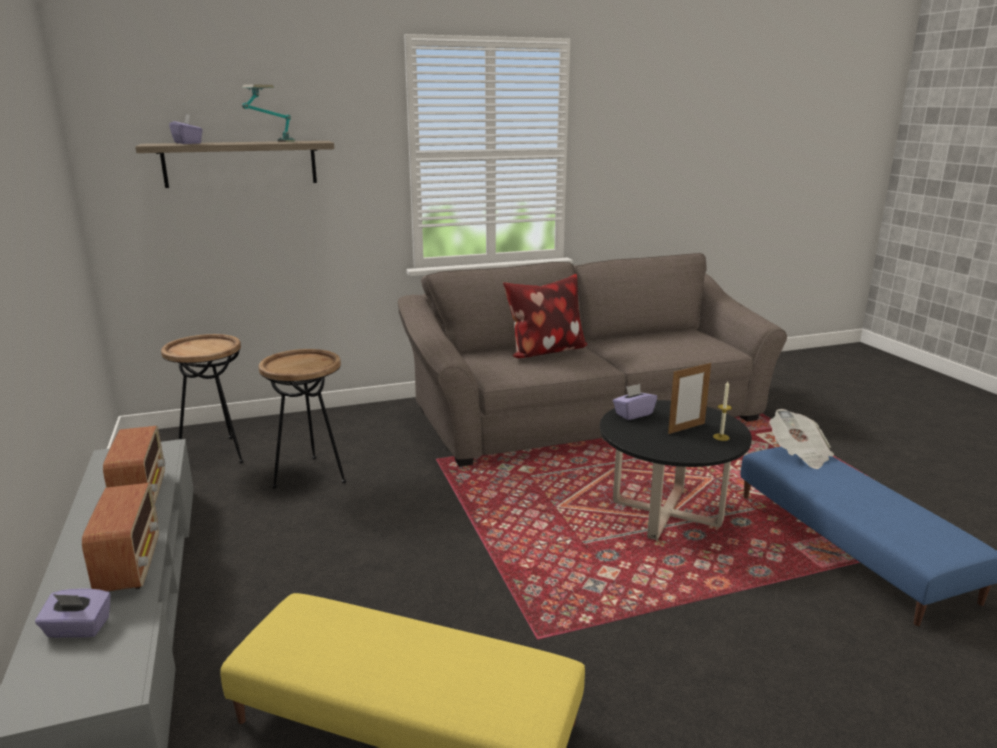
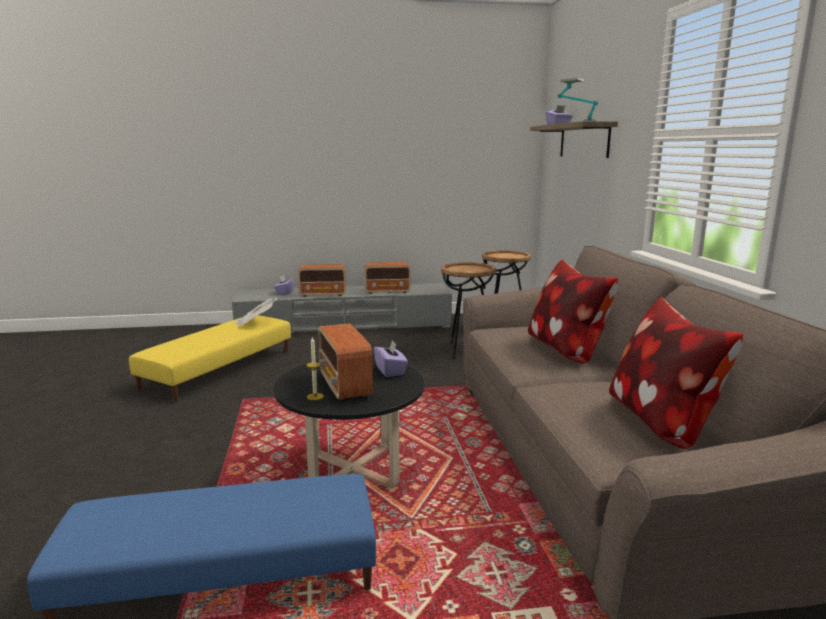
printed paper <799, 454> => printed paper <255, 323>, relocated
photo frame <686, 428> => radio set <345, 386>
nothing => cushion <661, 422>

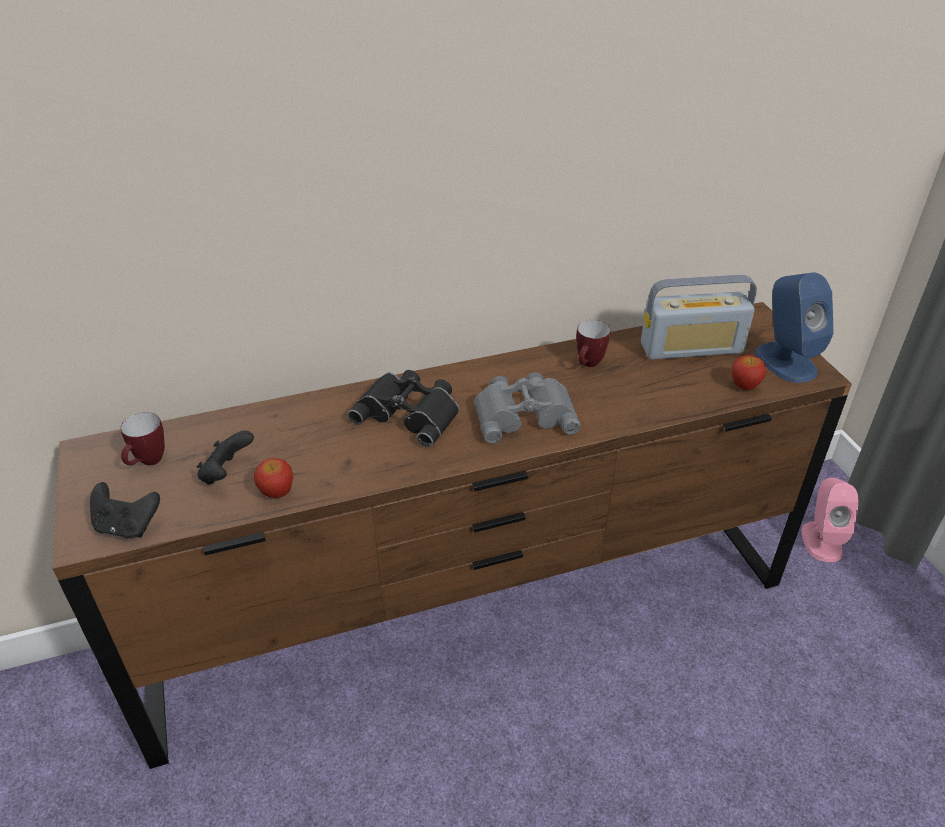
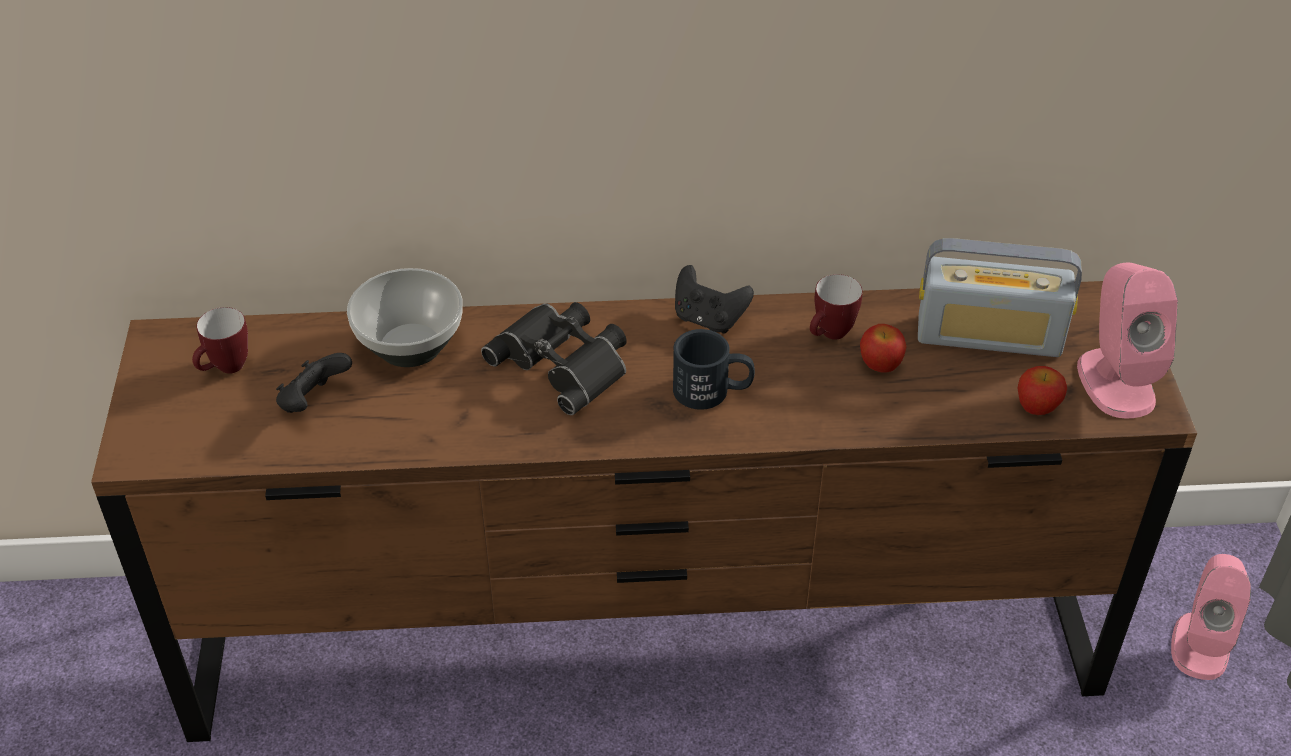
nothing => deep dish <410, 347>
pair of binoculars in grey <524, 413> => mug in black-coloured <712, 391>
joypad in black-coloured <127, 526> => joypad in black-coloured <709, 319>, relocated
whole apple <276, 491> => whole apple <880, 364>, relocated
loudspeaker in blue-coloured <785, 361> => loudspeaker in pink <1115, 381>

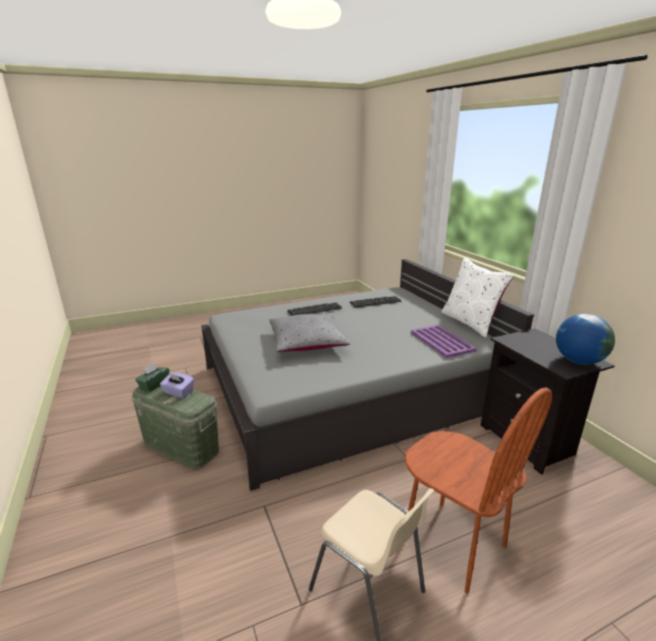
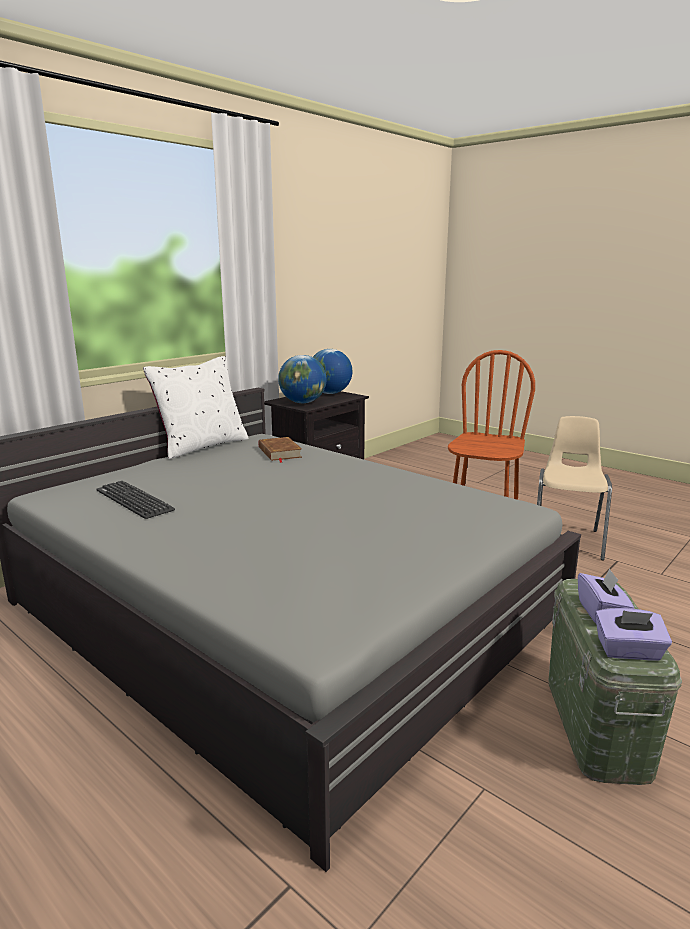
serving tray in purple <441, 341> => book in brown-coloured <279, 452>
nothing => world globe <303, 402>
box of tissues in greenish <154, 385> => box of tissues in purple <628, 651>
cushion in grey <307, 343> => nothing
keyboard <314, 310> => nothing

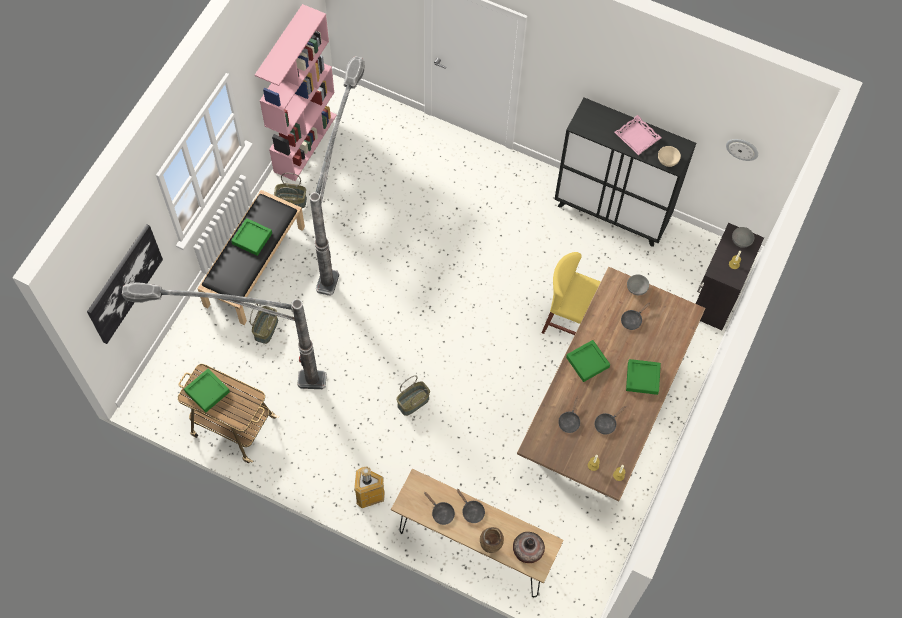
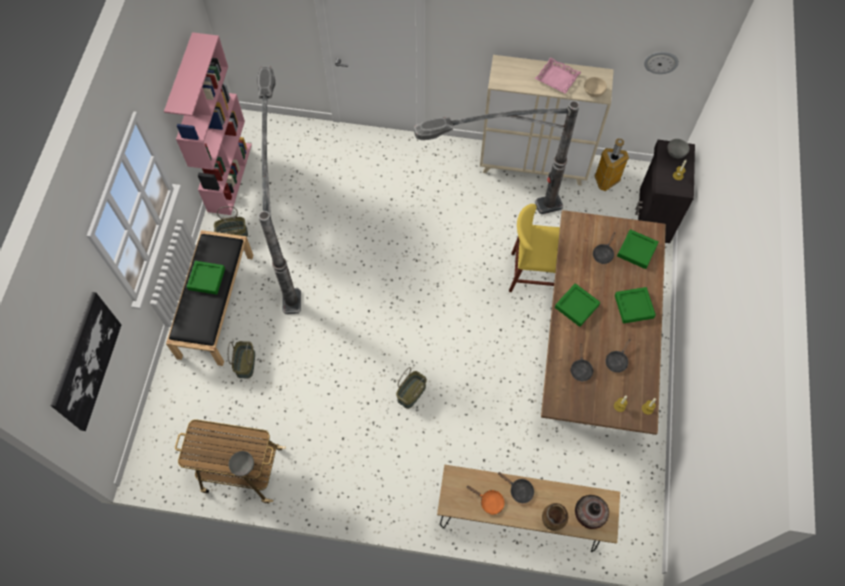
deep dish in grey <636, 289> => deep dish in grey <243, 467>, relocated
standing lamp <243, 378> => standing lamp <489, 219>, relocated
skillet in black-coloured <441, 512> => skillet in orange <489, 501>
cupboard in black-coloured <612, 213> => cupboard in beige <533, 165>
waste bin <370, 496> => waste bin <606, 181>, relocated
serving tray in greenish <207, 391> => serving tray in greenish <636, 250>, relocated

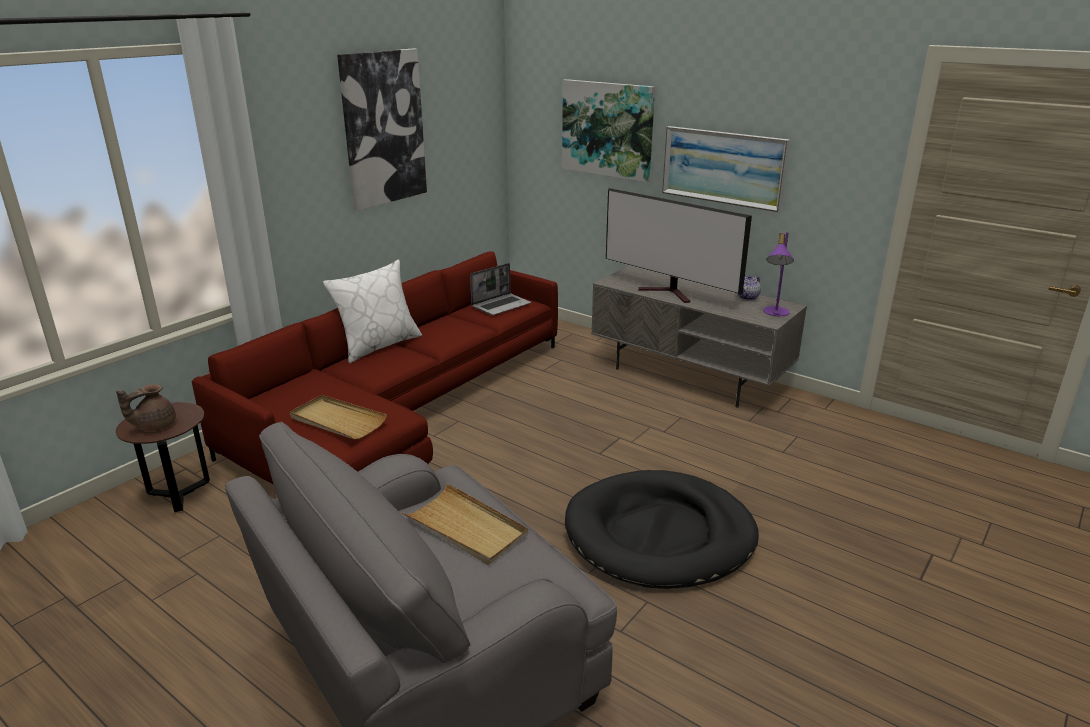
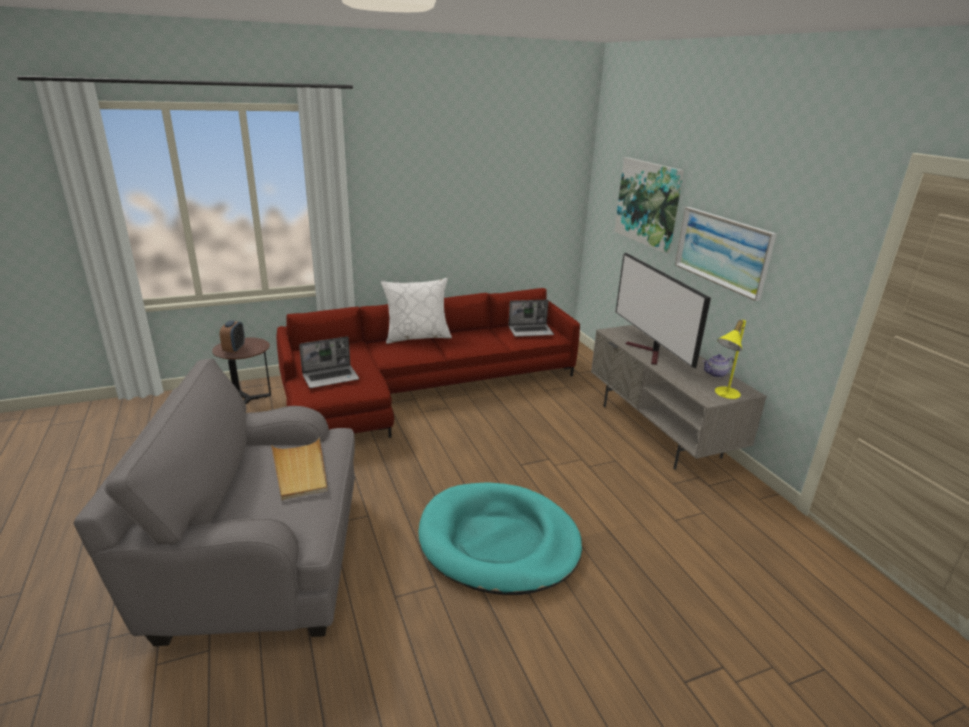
pot for tea in brown-coloured <154, 426> => bedside clock <234, 349>
serving tray in beige <337, 420> => portable computer <331, 377>
pet bed in black-coloured <659, 534> => pet bed in blue-green <499, 542>
table lamp in purple <774, 313> => table lamp in yellow <723, 394>
picture <383, 128> => nothing

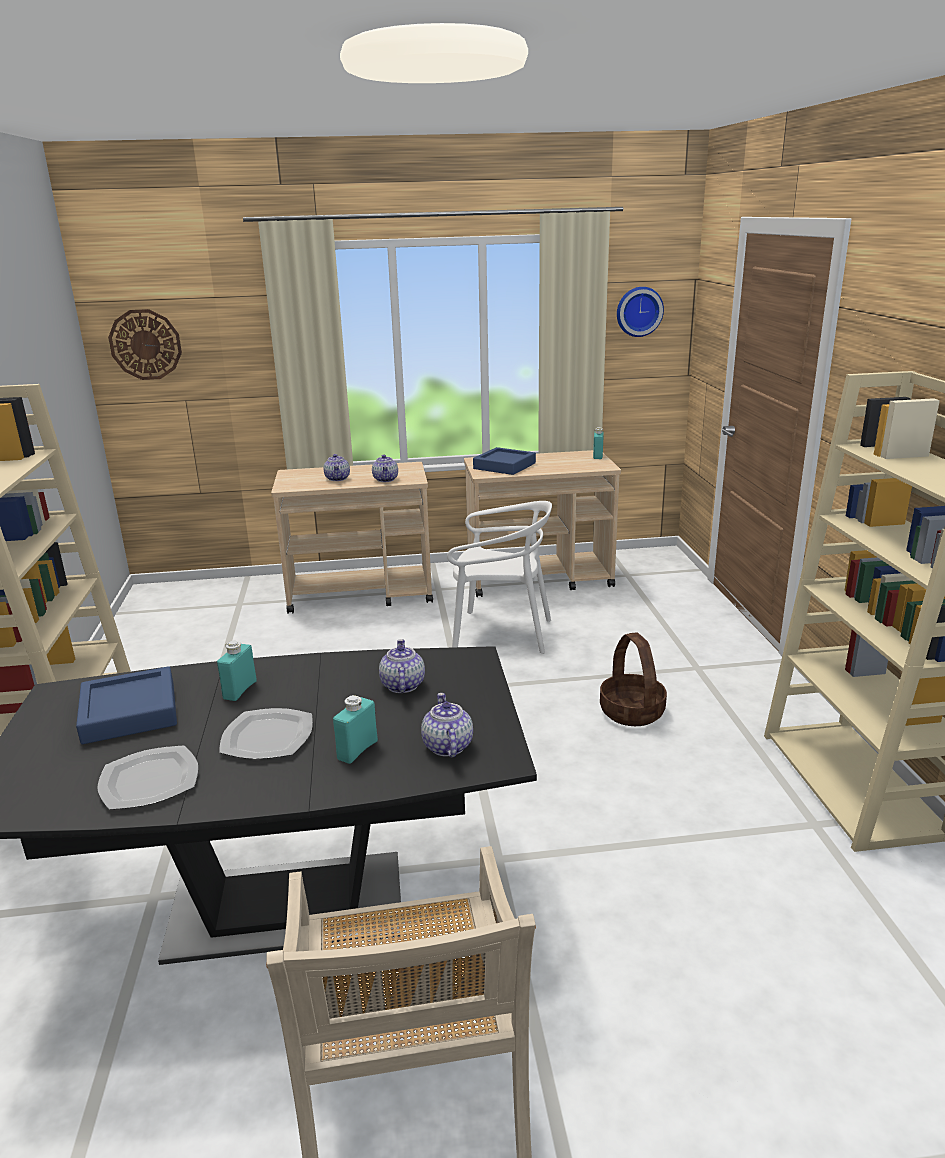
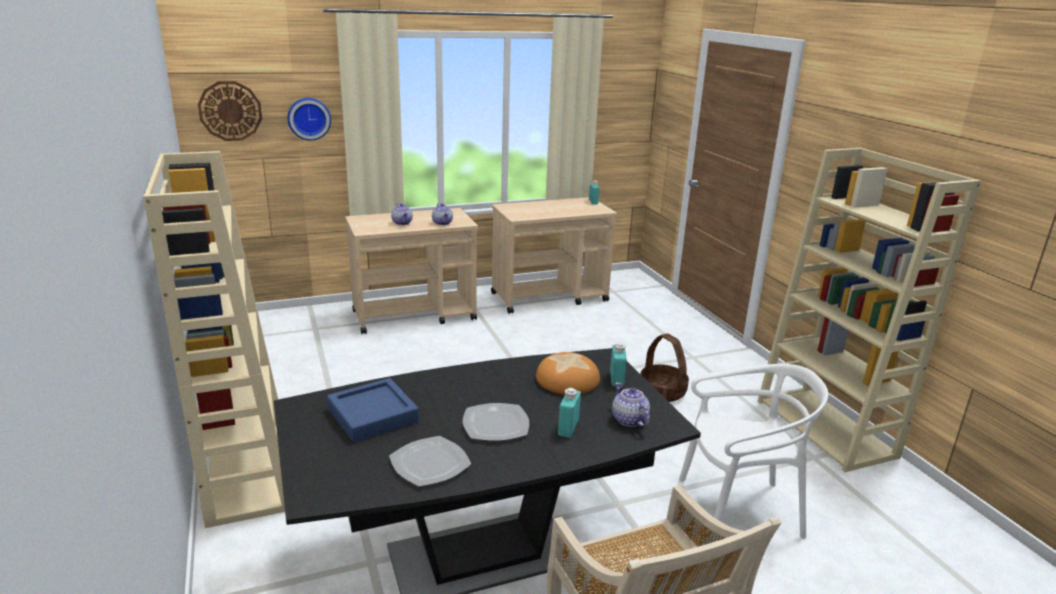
clock on the wall <638, 311> => clock on the wall <309, 118>, relocated
pot for tea <402, 685> => bakery bread <567, 380>
bottle in blue-green <240, 690> => bottle in blue-green <616, 379>, relocated
upright chair in white <501, 634> => upright chair in white <738, 511>, relocated
serving tray in blue-coloured <504, 466> => nothing

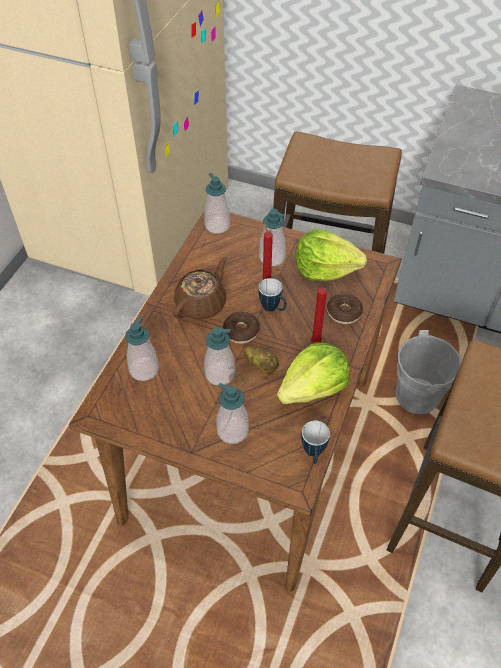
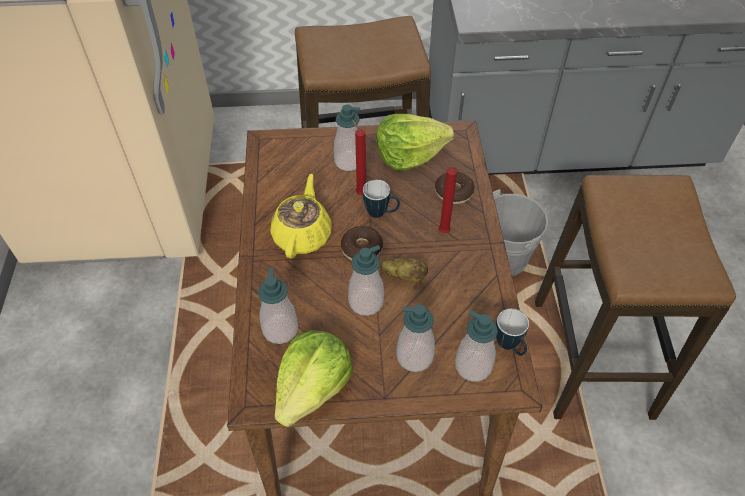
pot for tea in brown-coloured <202, 304> => pot for tea in yellow <302, 235>
head of lettuce <313, 388>, relocated
liquid soap bottle <217, 226> => liquid soap bottle <473, 366>, relocated

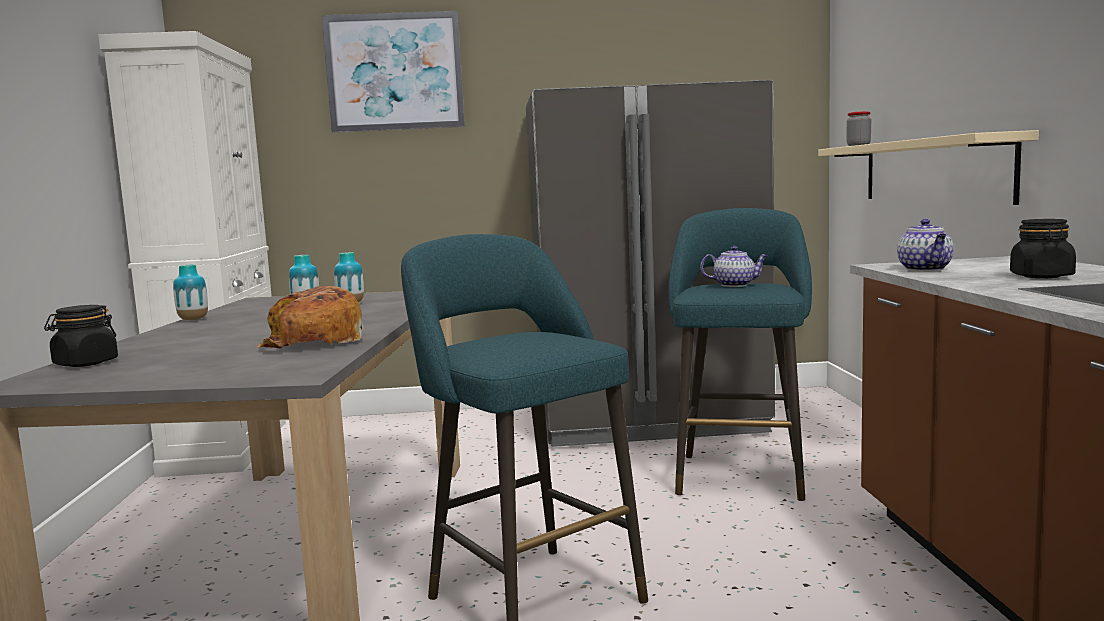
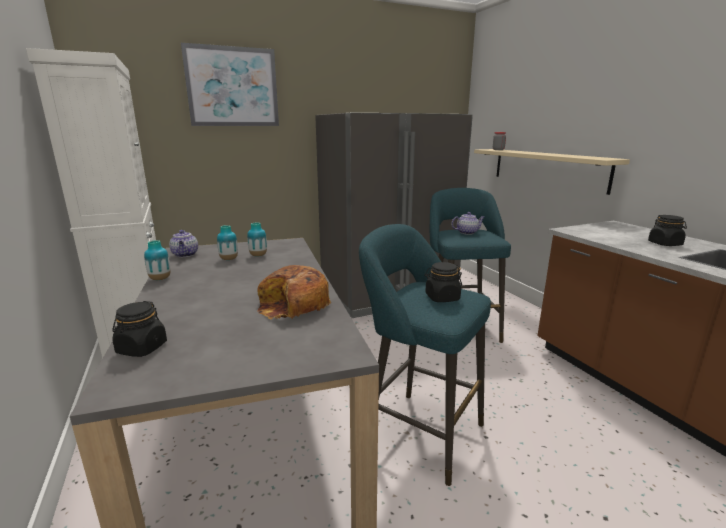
pot for tea <925, 269> => pot for tea <185, 255>, relocated
nothing => preserve jar in black-coloured <442, 298>

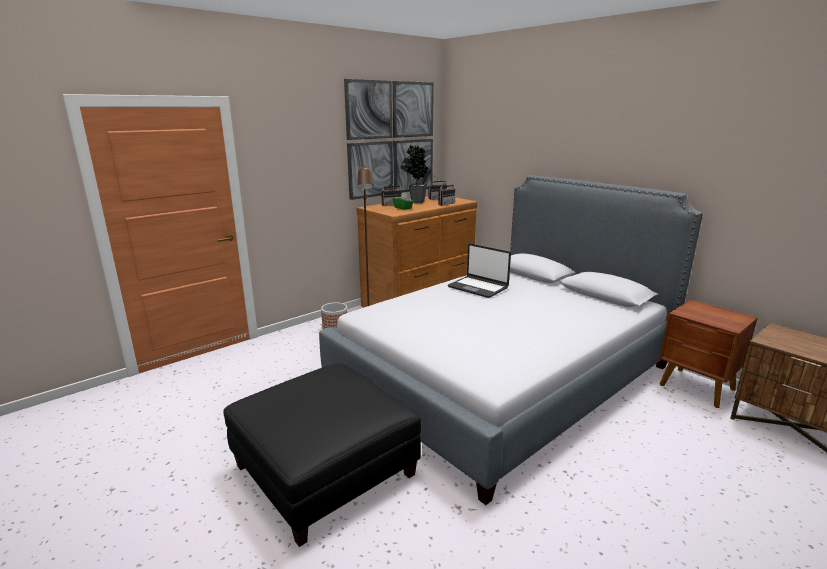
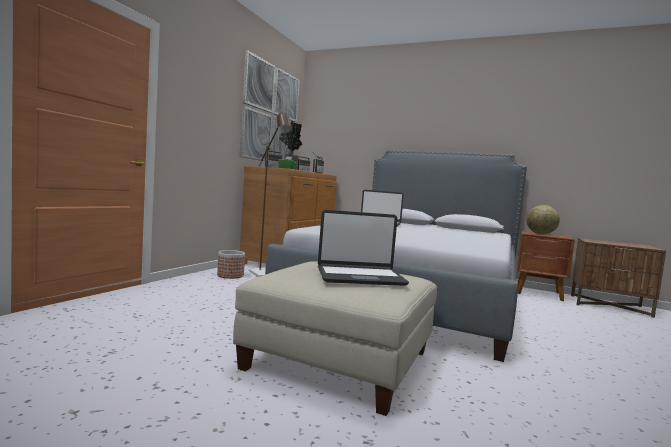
ottoman in black-coloured <325, 470> => ottoman in beige <340, 360>
nothing => portable computer <360, 276>
nothing => world globe <541, 234>

